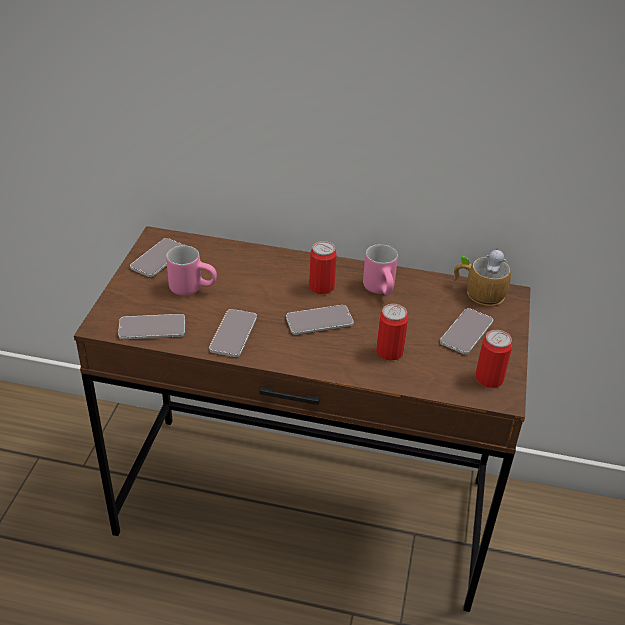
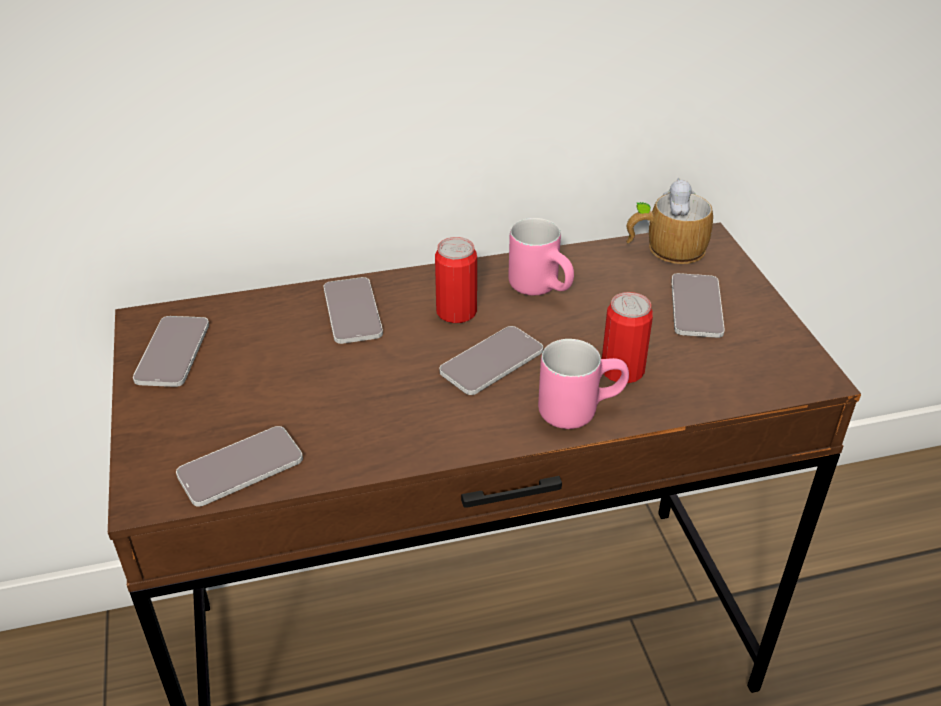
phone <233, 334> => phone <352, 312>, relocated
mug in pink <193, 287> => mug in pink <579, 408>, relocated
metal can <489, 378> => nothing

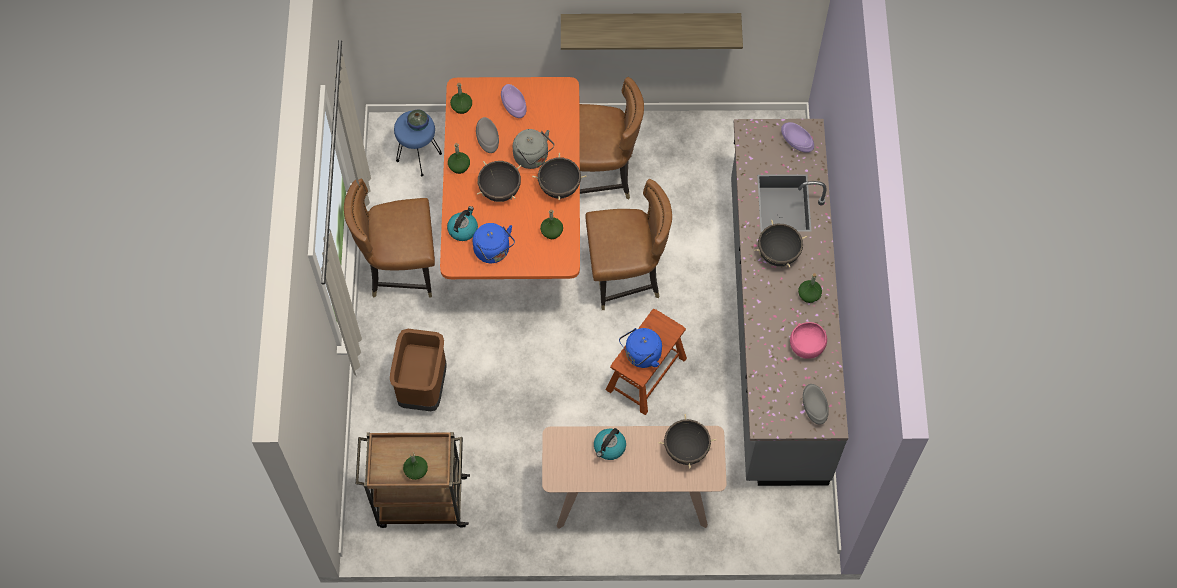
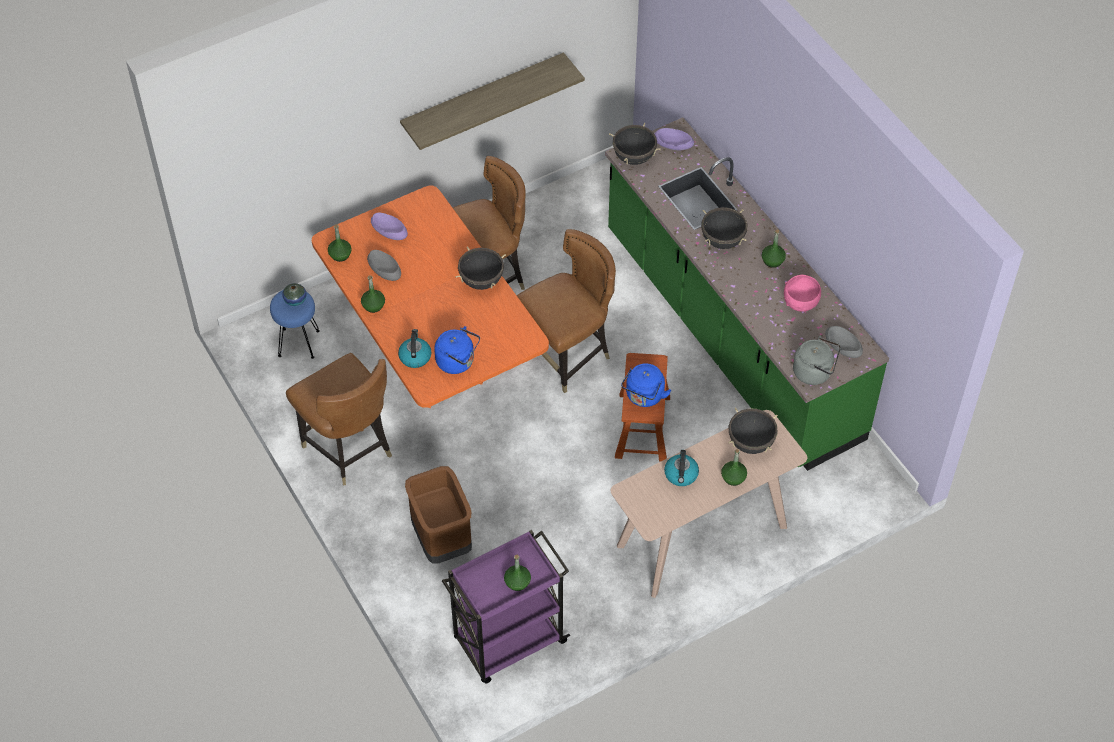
upright chair in brown-coloured <401, 270> => upright chair in brown-coloured <349, 449>, 90 degrees counterclockwise
trolley in brown-coloured <420, 502> => trolley in purple <508, 641>
counter in grey <775, 329> => counter in greenish <730, 335>
cooking pot in black-coloured <500, 191> => cooking pot in black-coloured <633, 157>, relocated
bottle in greenish <551, 231> => bottle in greenish <733, 477>, relocated
water kettle in grey <533, 158> => water kettle in grey <815, 372>, relocated

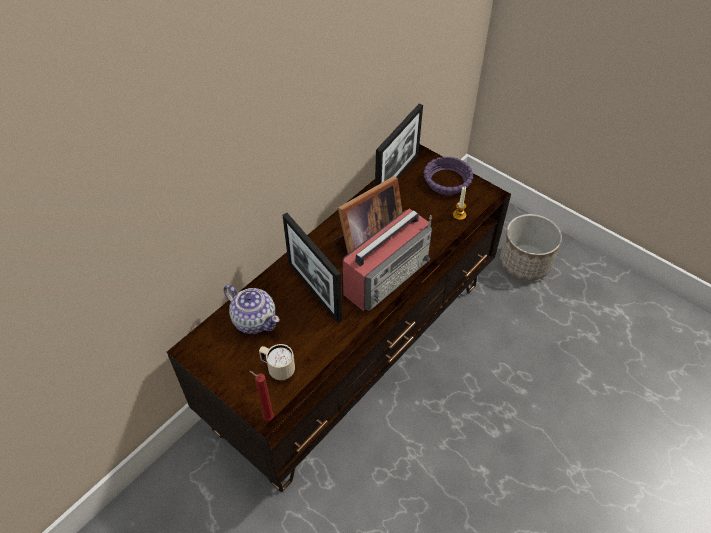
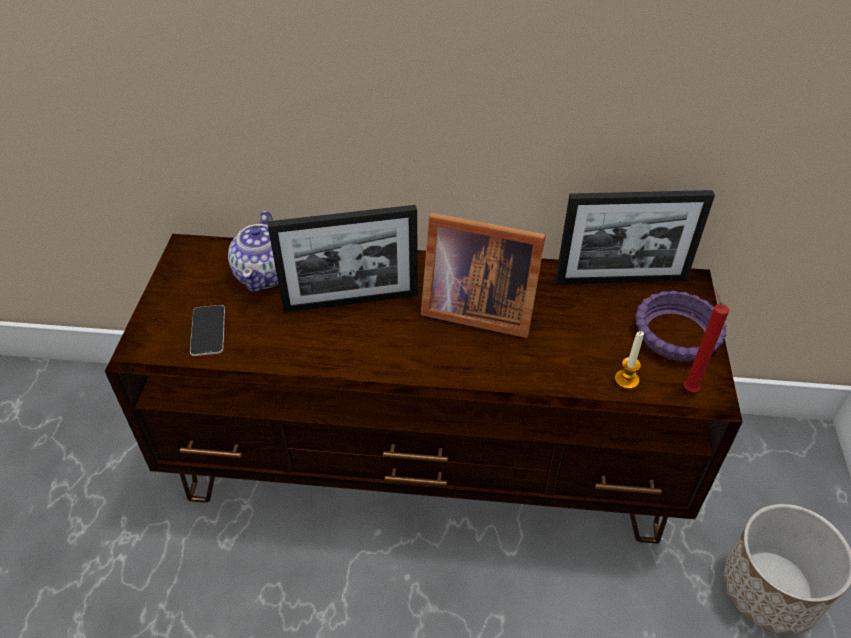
mug in beige <278, 369> => phone <208, 331>
photo frame <314, 290> => photo frame <351, 301>, 120 degrees counterclockwise
candle in reddish <267, 417> => candle in reddish <688, 388>, relocated
radio set <387, 276> => nothing

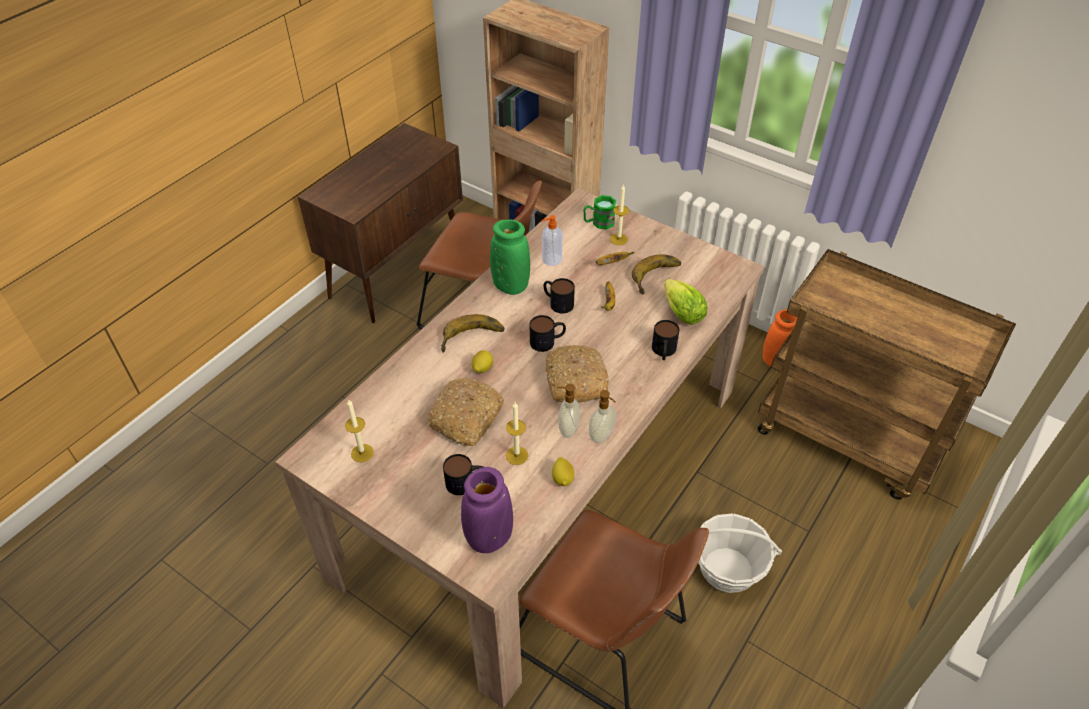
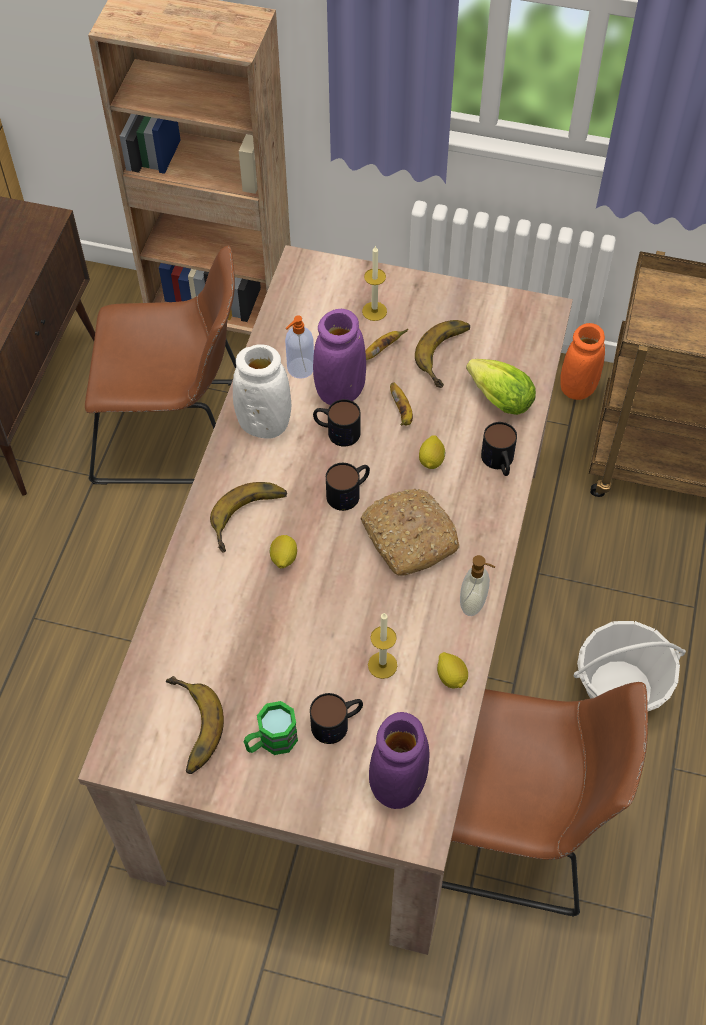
candle <362, 453> => banana <186, 728>
decorative vase in greenish <511, 285> => decorative vase in white <264, 424>
mug in greenish <598, 223> => mug in greenish <271, 741>, relocated
nothing => decorative vase in purple <340, 391>
nothing => lemon <431, 460>
bakery bread <466, 418> => nothing
liquid soap bottle <567, 429> => nothing

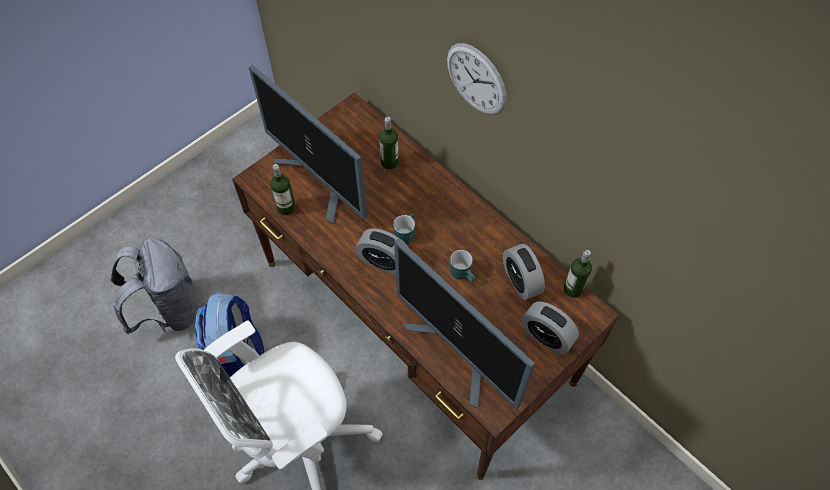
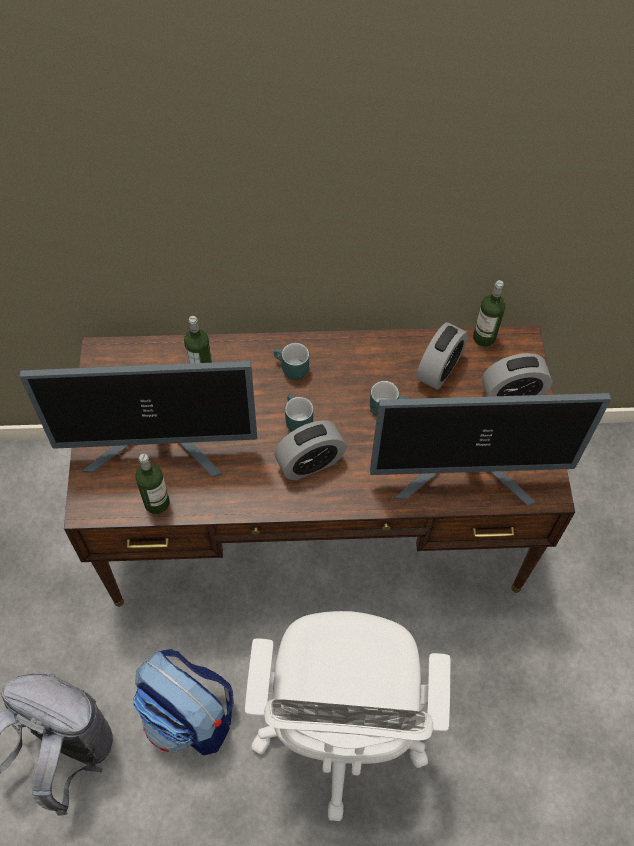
nothing => mug in blue-green <290, 370>
bedside clock <521, 281> => bedside clock <439, 369>, 75 degrees counterclockwise
clock on the wall <476, 79> => nothing

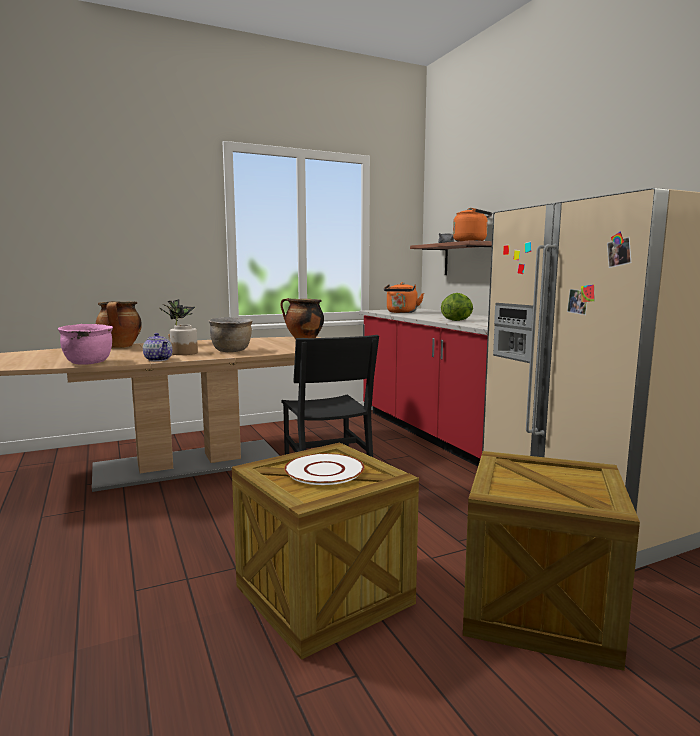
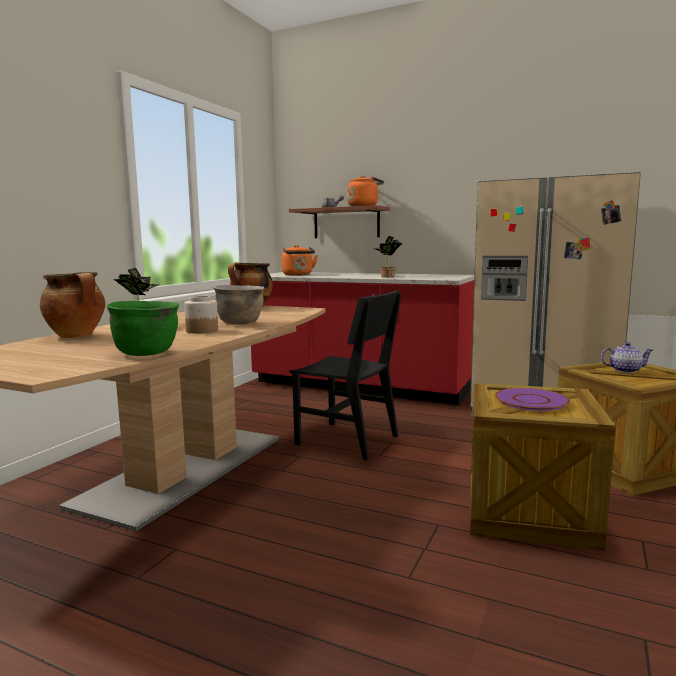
cooking pot in pink <89, 363> => cooking pot in greenish <147, 353>
head of lettuce <457, 320> => plant in a pot <388, 277>
plate in white <324, 471> => plate in purple <532, 400>
pot for tea <158, 359> => pot for tea <625, 370>, relocated

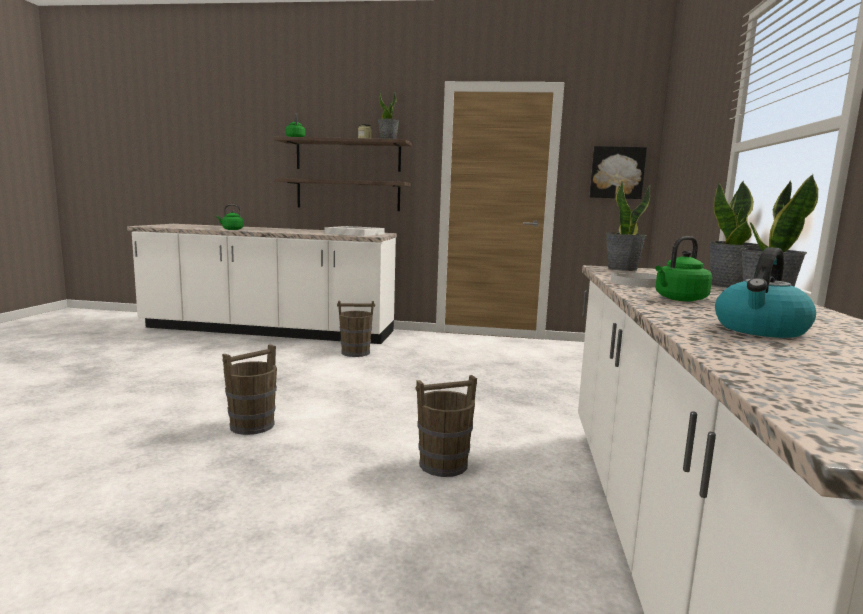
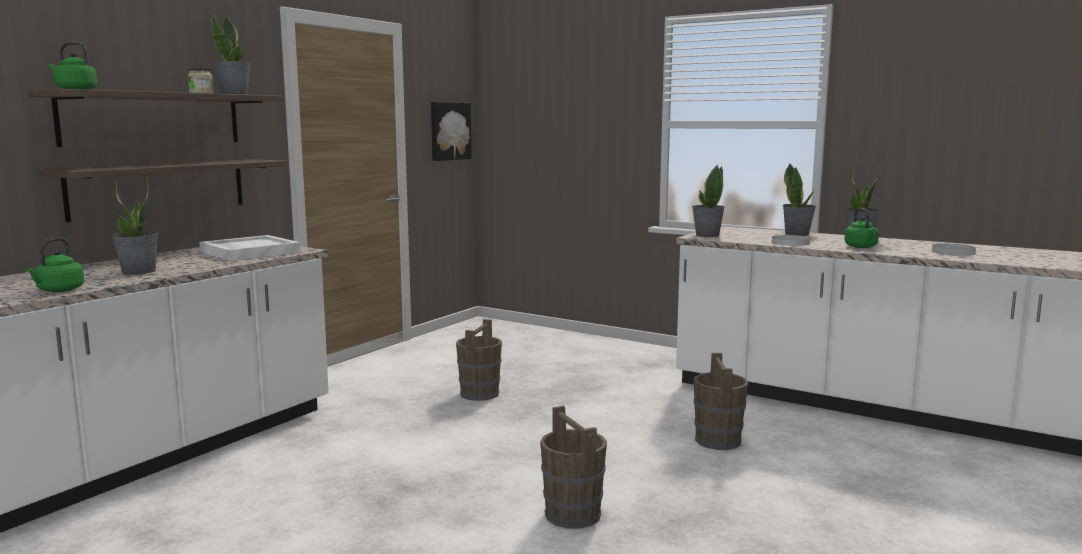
nothing => plant in a pot <139, 271>
pail in brown-coloured <356, 353> => pail in brown-coloured <480, 394>, relocated
water kettle <760, 330> => plate in white <953, 252>

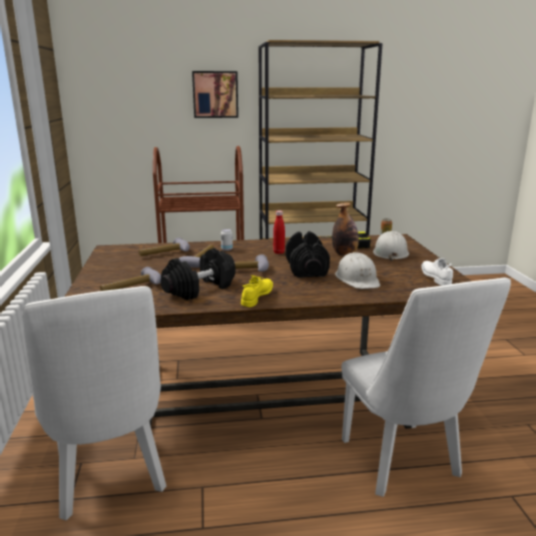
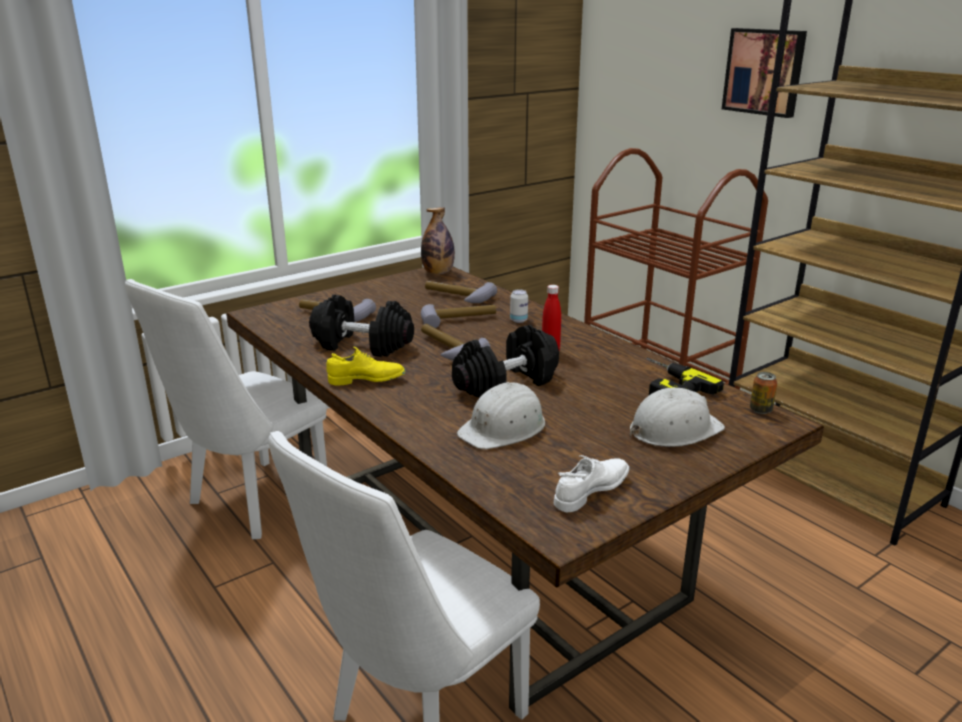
bottle <344, 254> => bottle <438, 273>, relocated

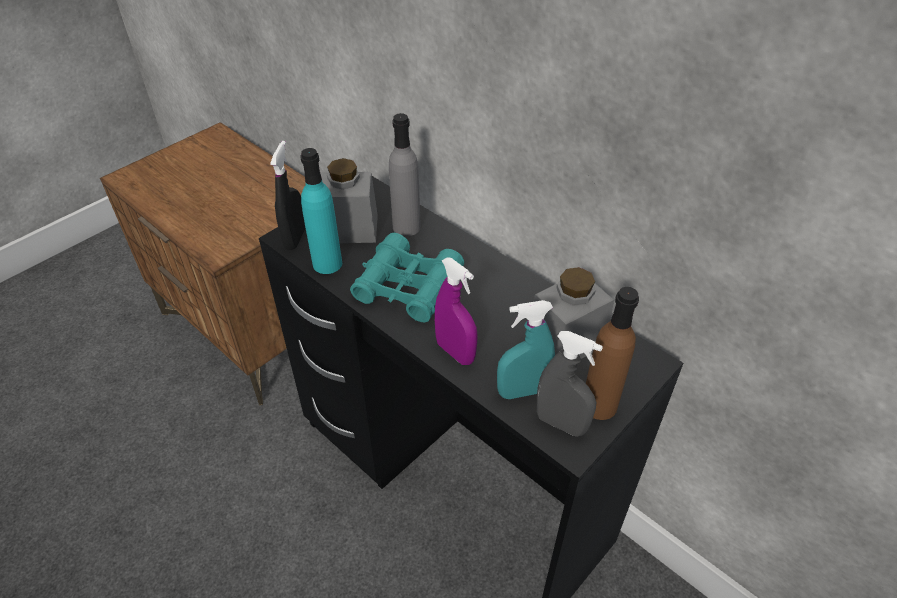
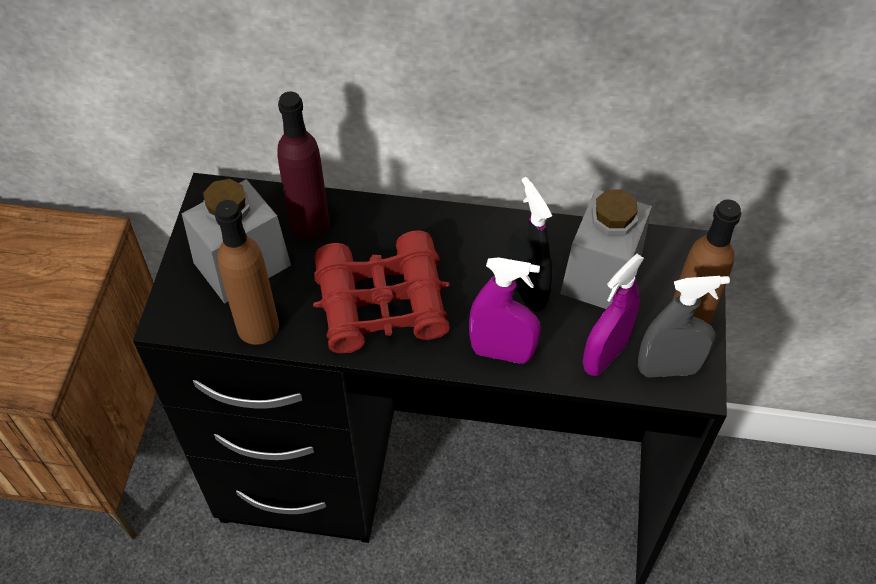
bottle in blue-green <327, 264> => bottle in brown-coloured <258, 326>
bottle in grey <406, 227> => bottle in purple <309, 224>
pair of binoculars in blue-green <408, 288> => pair of binoculars in reddish <382, 304>
spray bottle in black-coloured <295, 238> => spray bottle in black-coloured <526, 291>, relocated
spray bottle in blue-green <522, 391> => spray bottle in purple <604, 356>

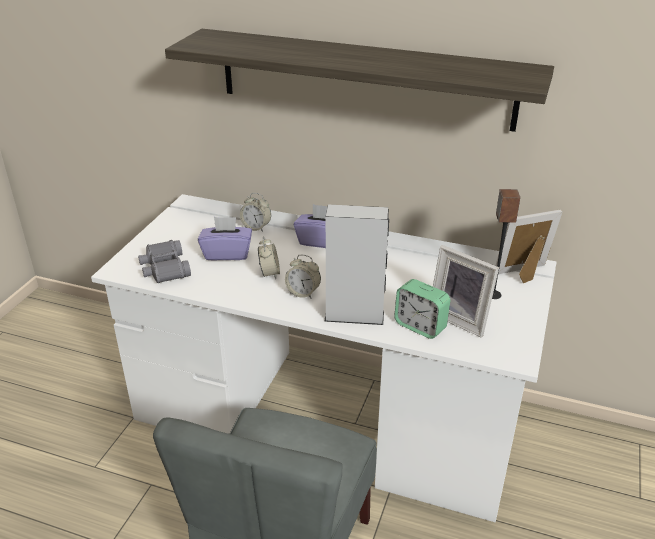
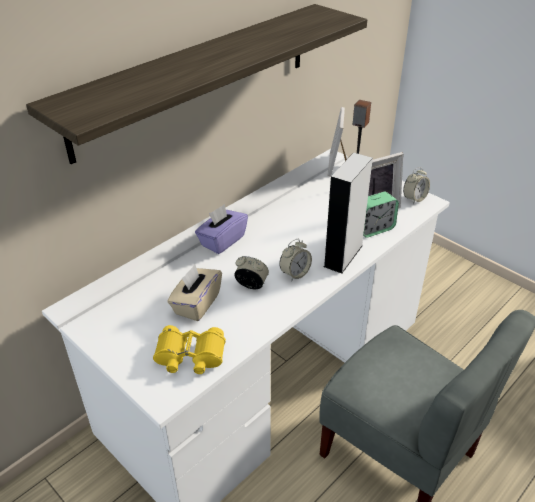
pair of binoculars in grey <164, 269> => pair of binoculars in yellow <190, 356>
box of tissues in purple <227, 253> => box of tissues in beige <196, 304>
bedside clock <256, 227> => bedside clock <414, 199>, relocated

